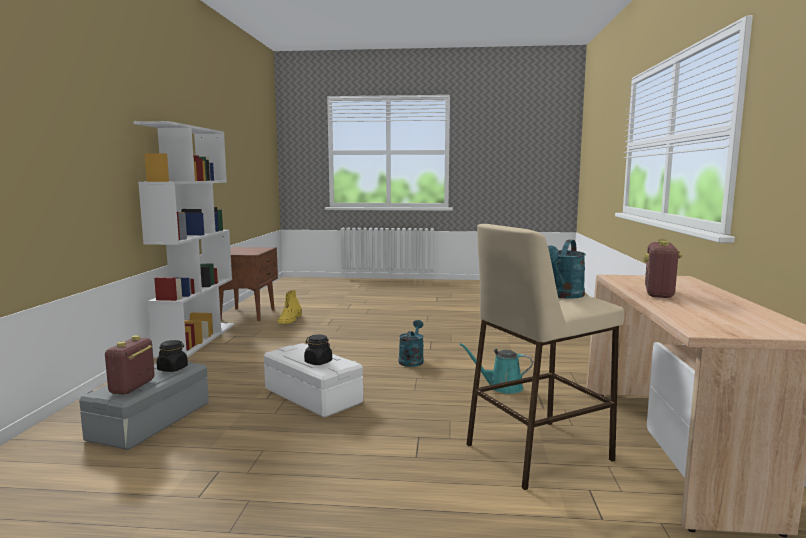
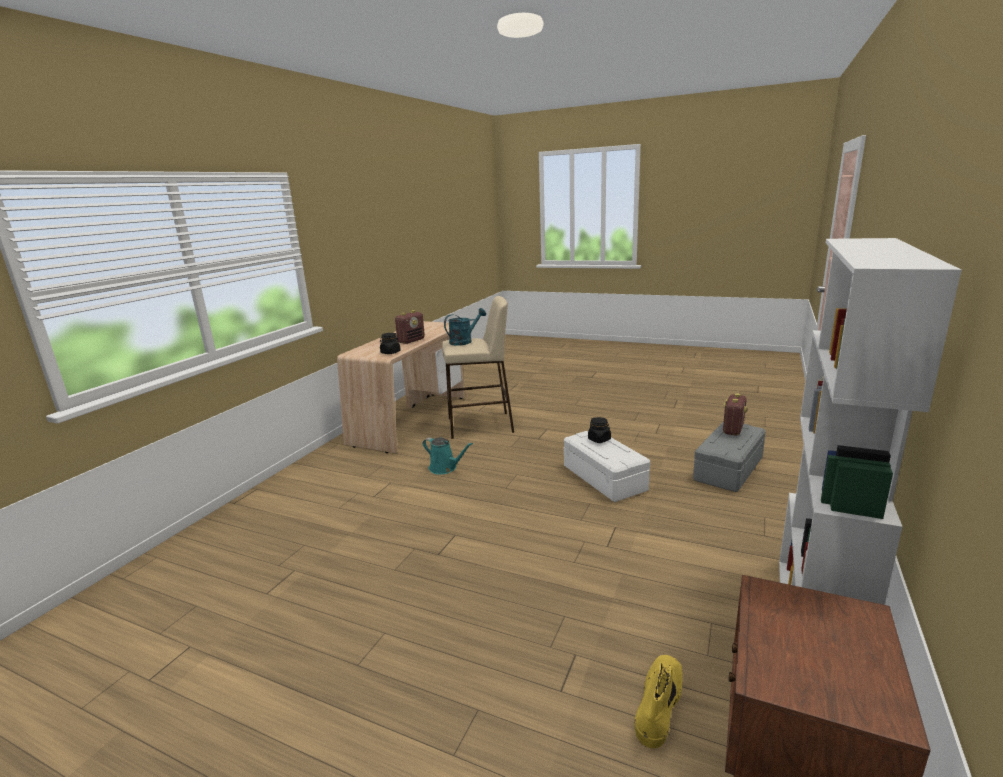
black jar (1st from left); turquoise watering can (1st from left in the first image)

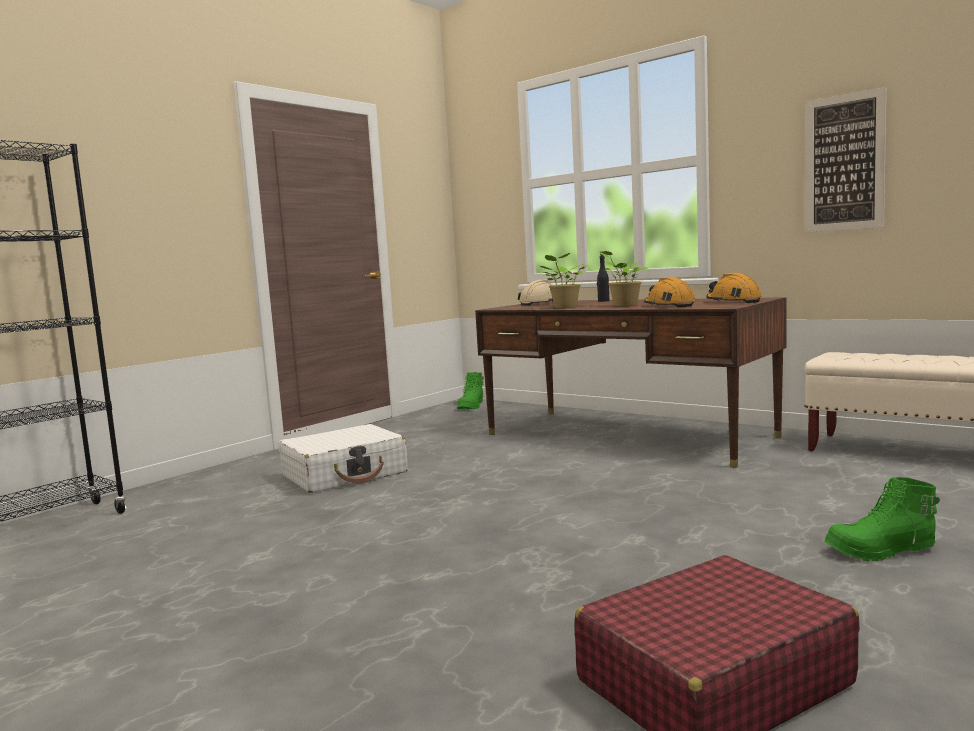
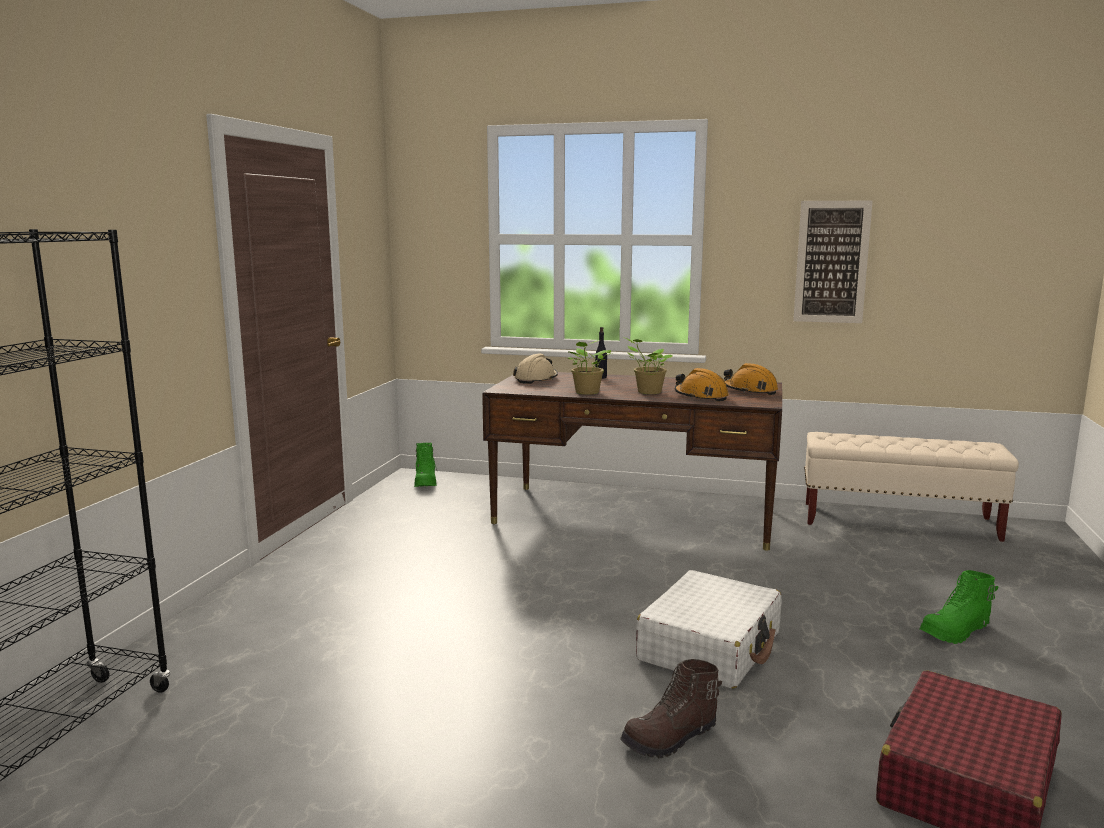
brown boot; white suitcase

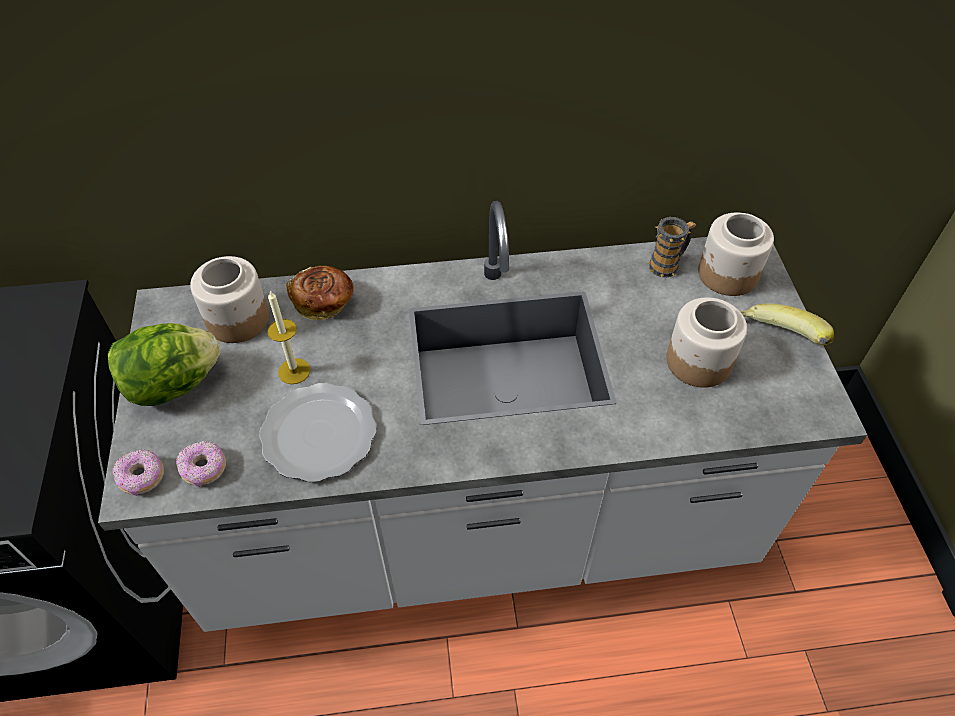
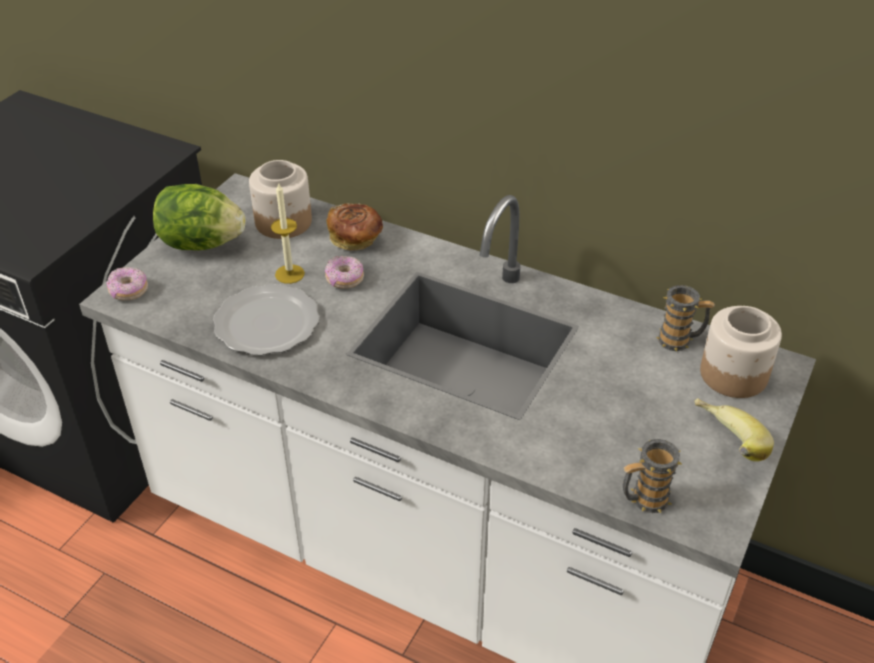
donut (2nd from left); mug (1st from left); jar (2nd from left in the first image)

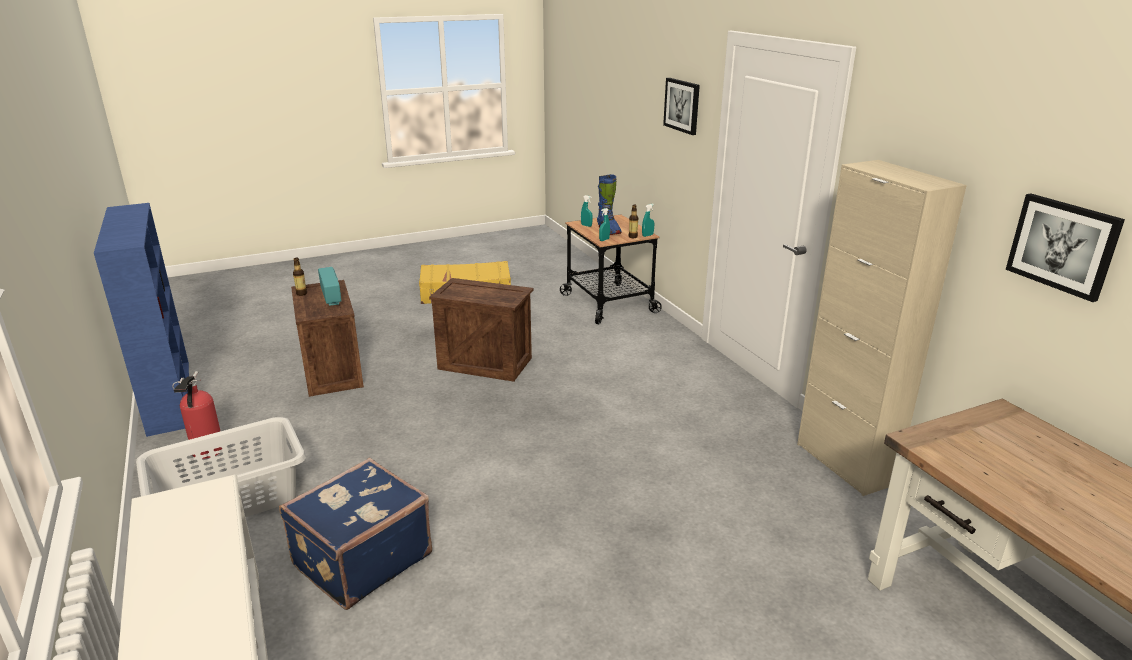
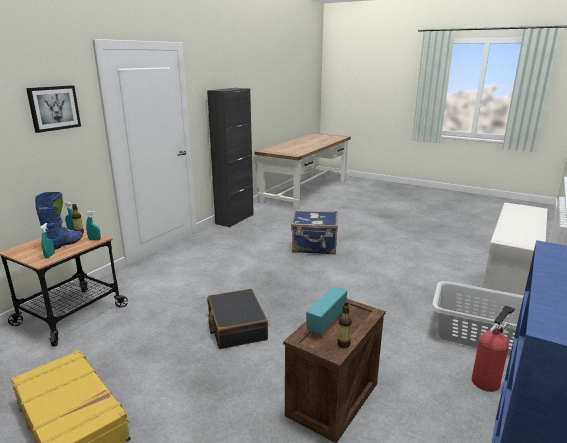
black cabinet; black suitcase; blue suitcase; picture (2nd from left in the first image)

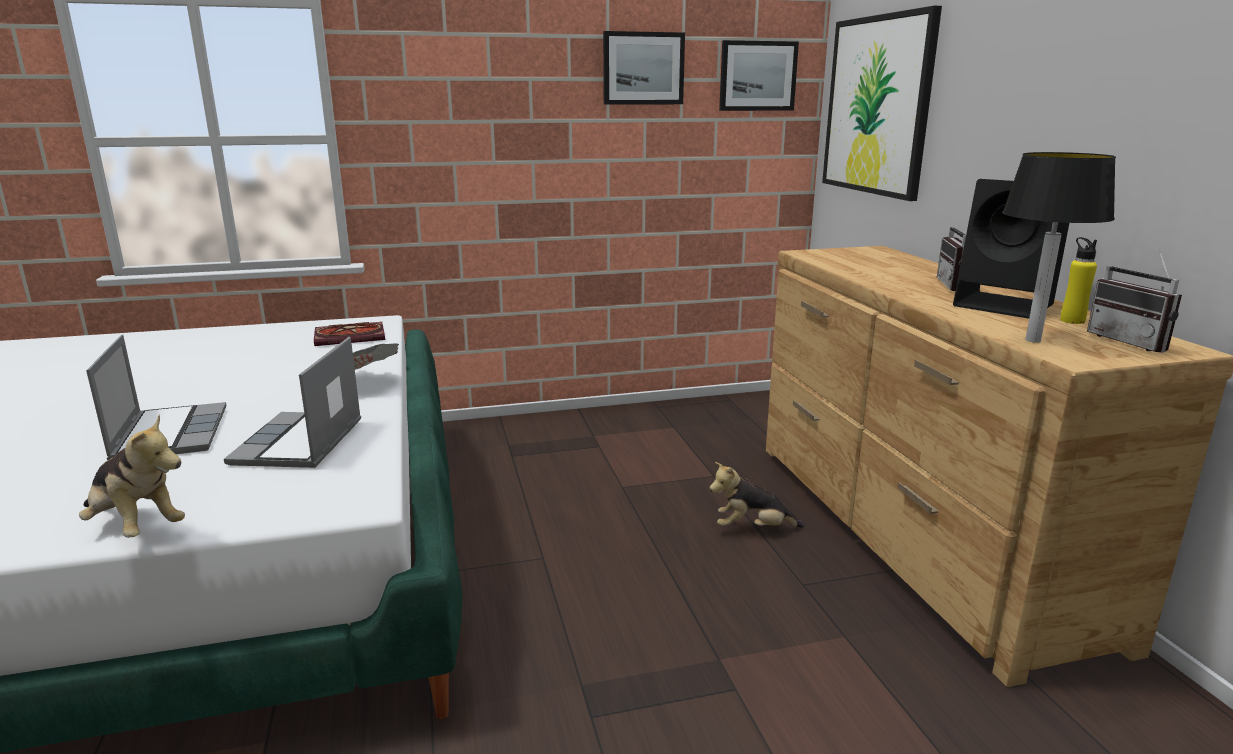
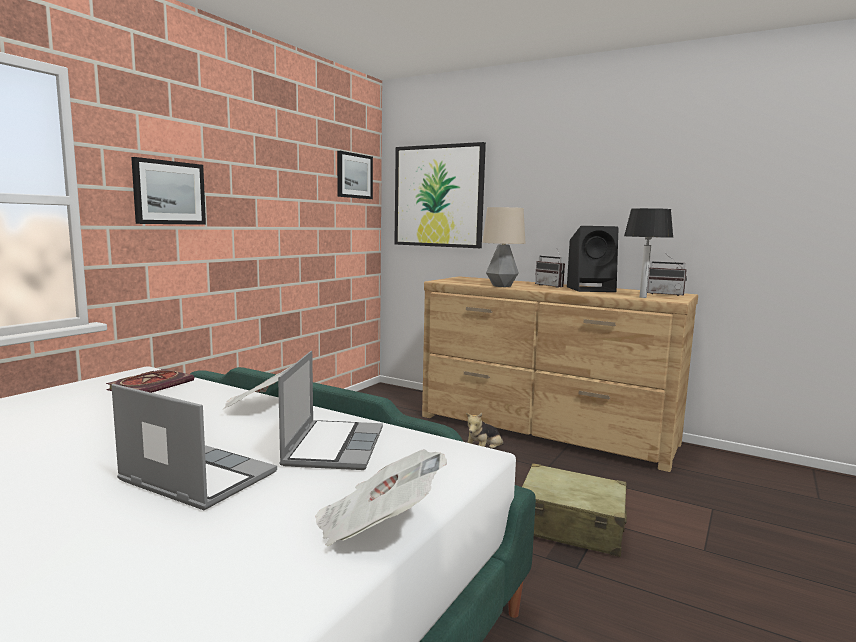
picture (1st from left); laptop (2nd from left); newspaper (2nd from left); table lamp (1st from left); beige suitcase; yellow bottle

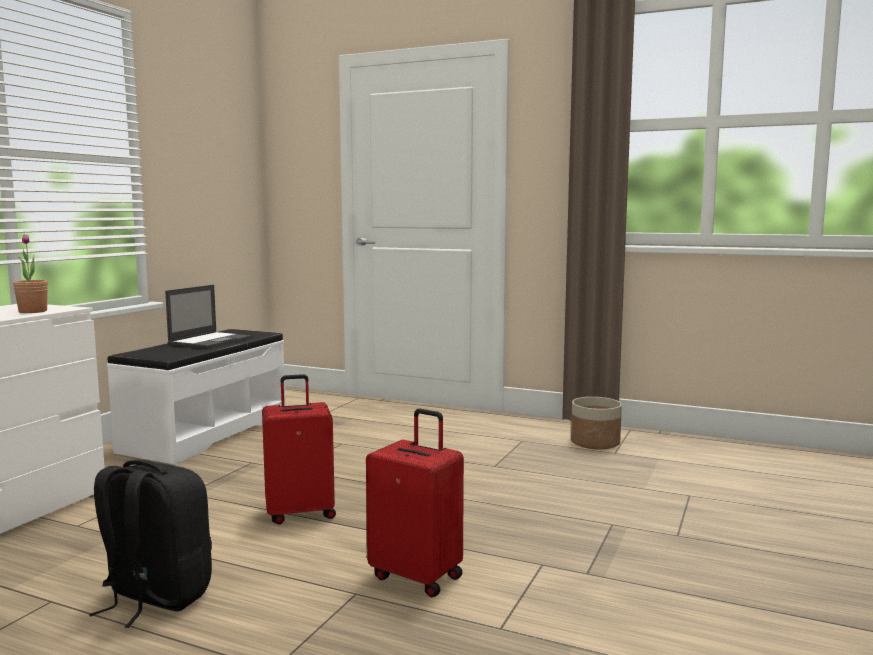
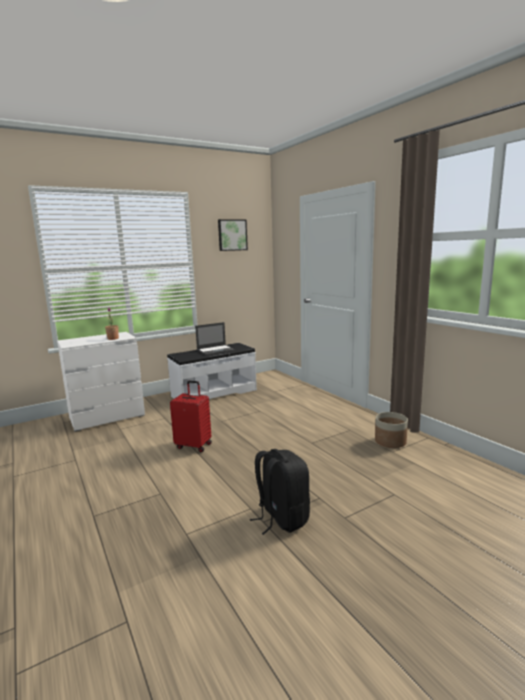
picture; black backpack; red suitcase (2nd from left in the first image)

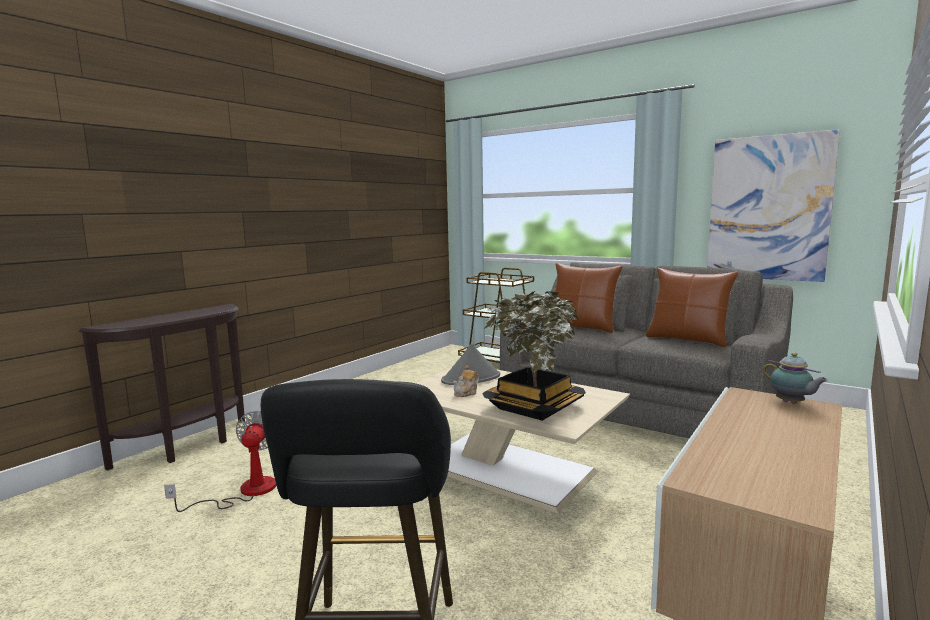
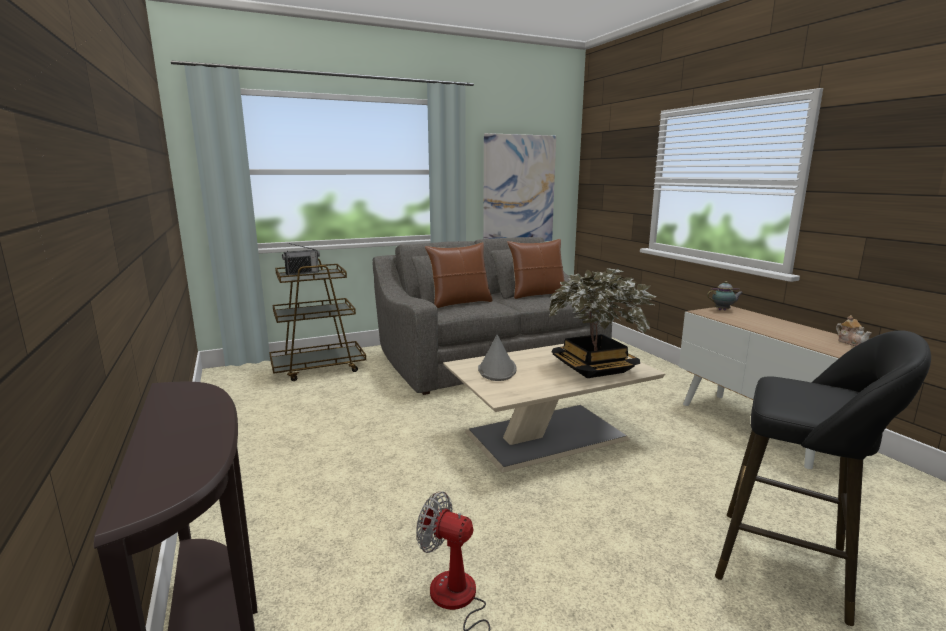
radio; teapot (2nd from left)

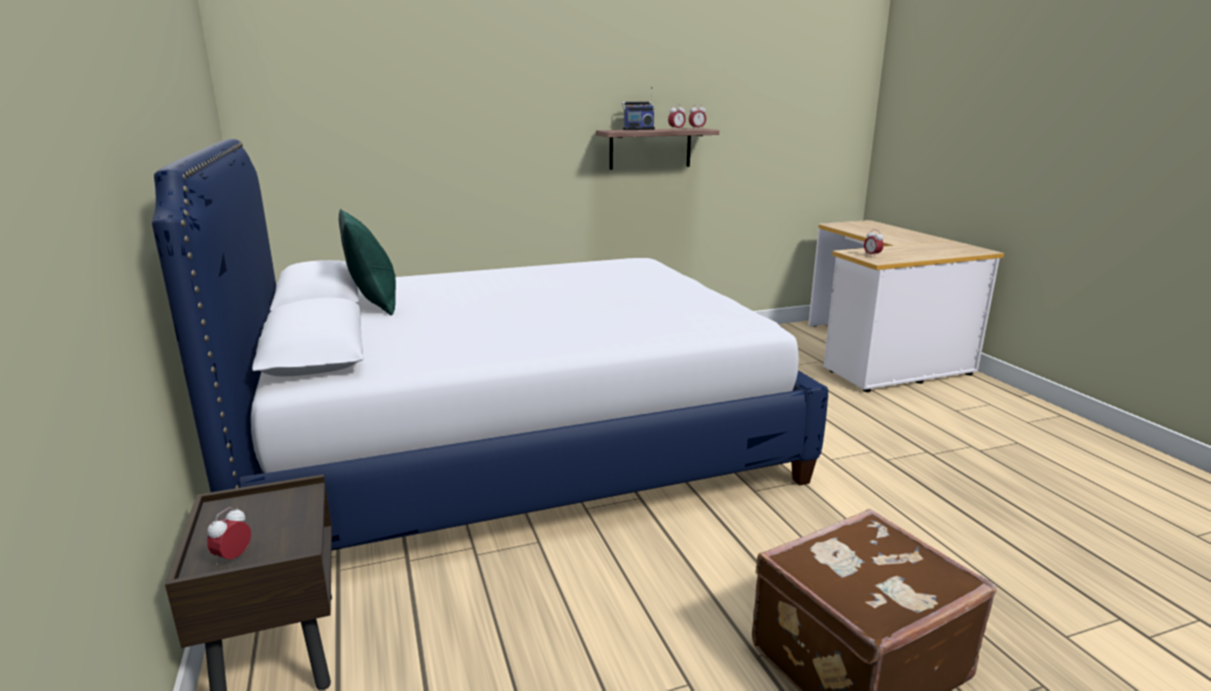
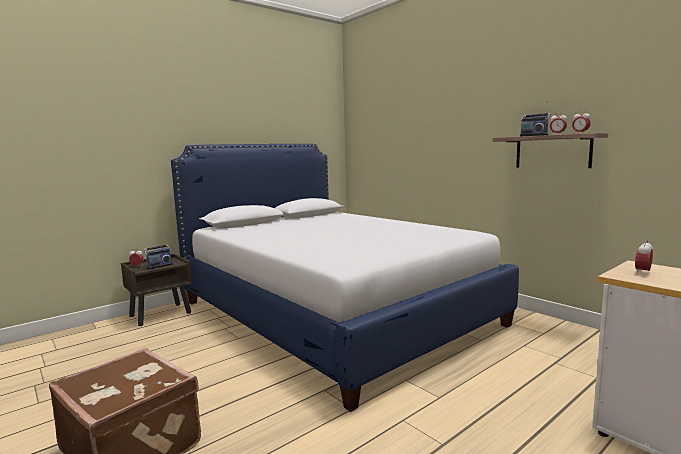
radio (1st from left); green pillow

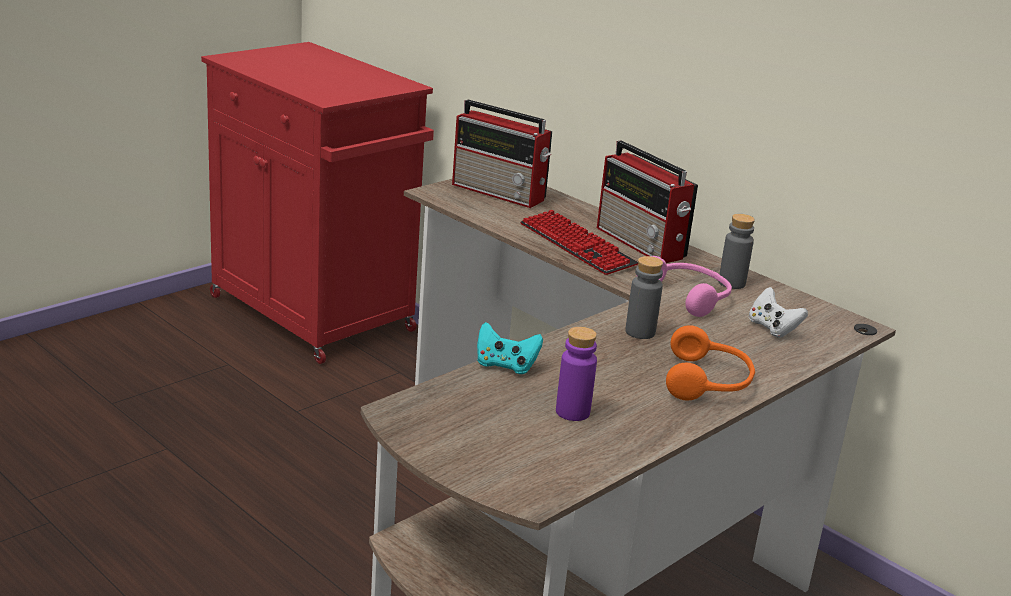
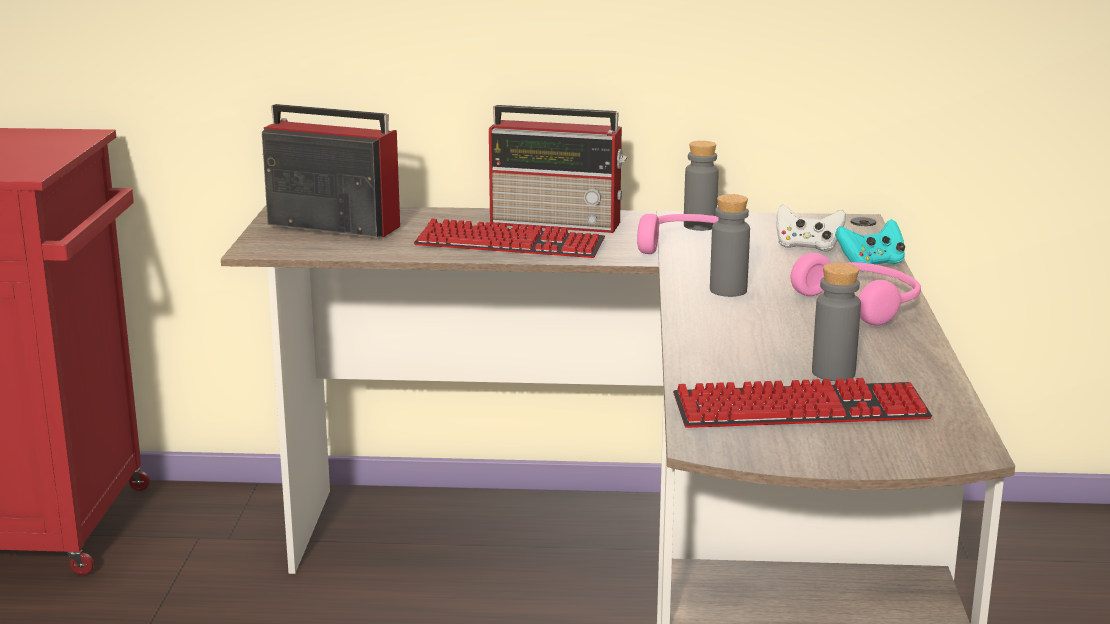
radio (1st from left); keyboard (2nd from left); pink headphones (2nd from left); grey bottle (3rd from left); turquoise game controller

